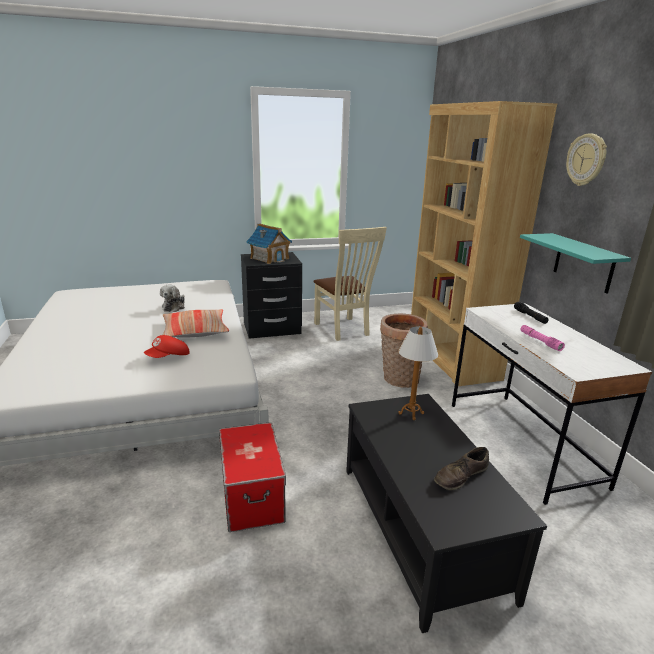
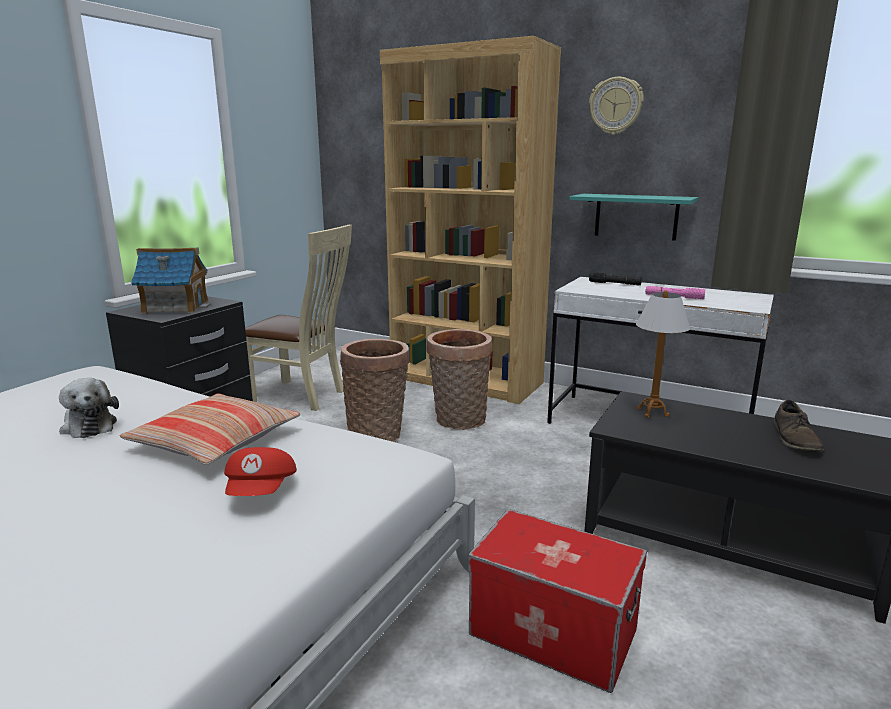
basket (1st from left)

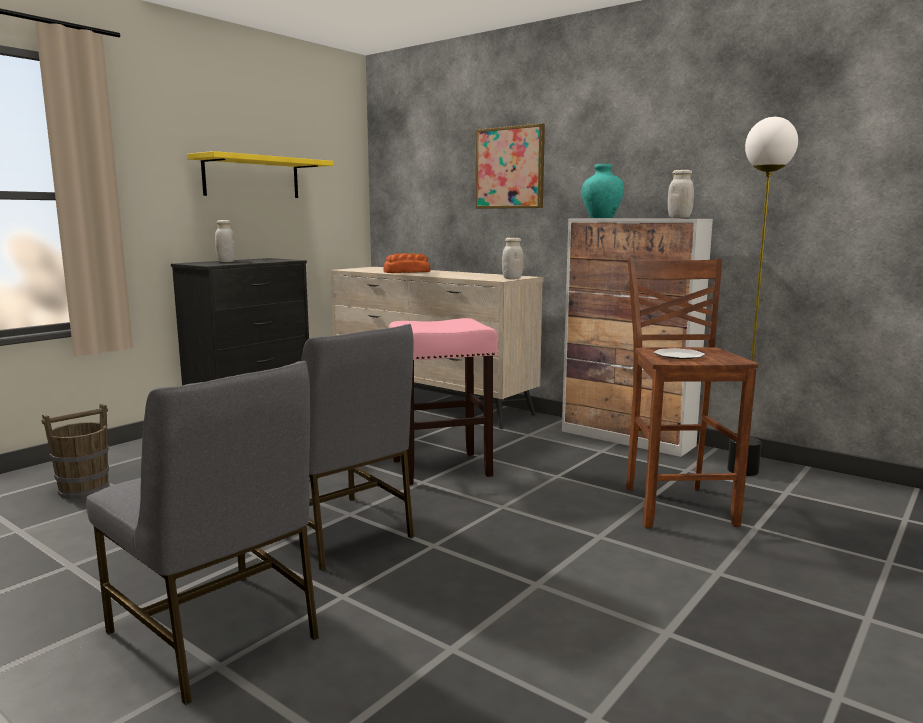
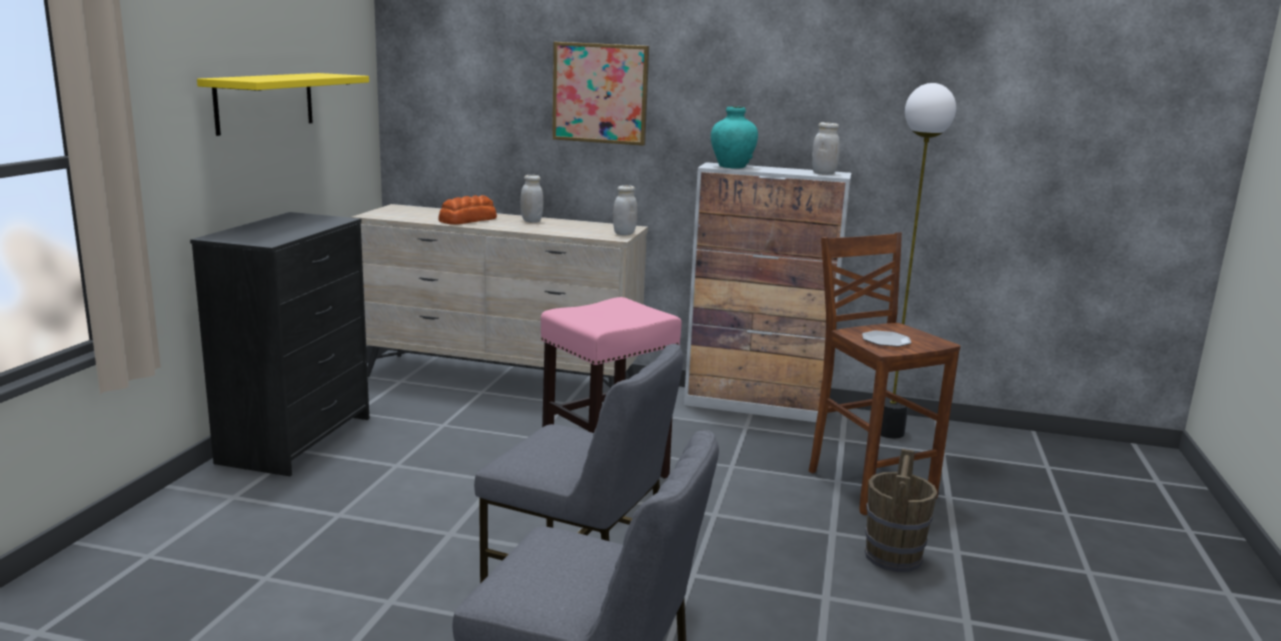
white jar (1st from left); brown bucket

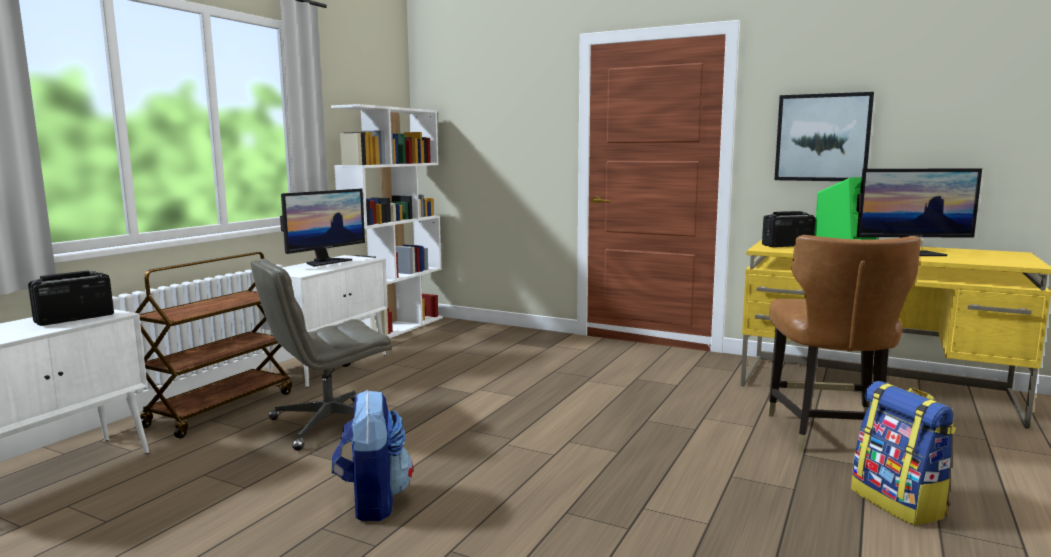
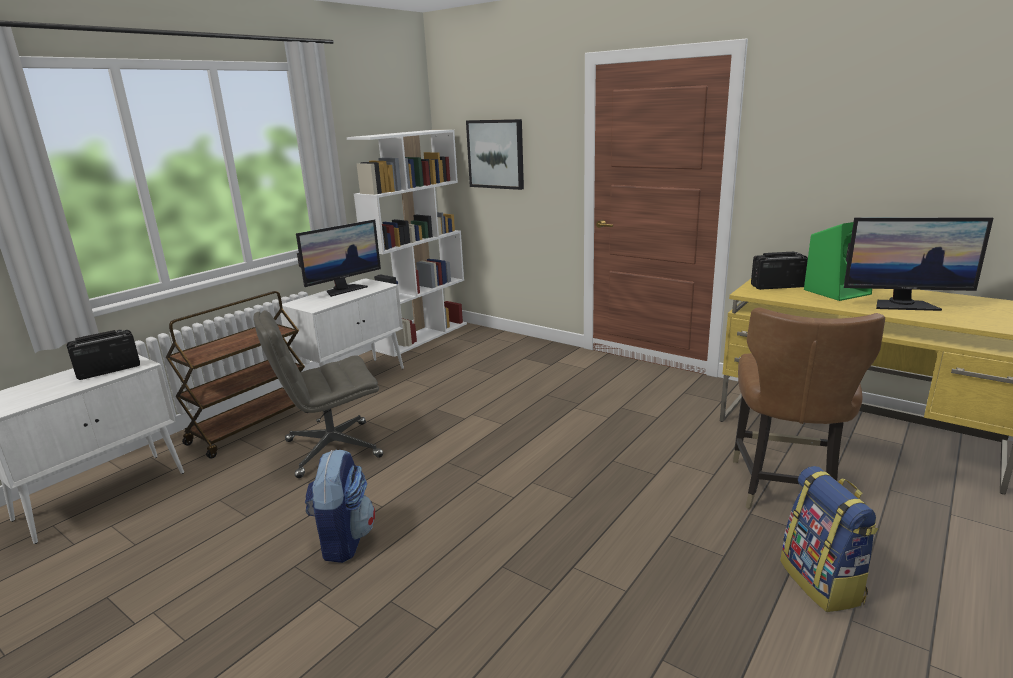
picture

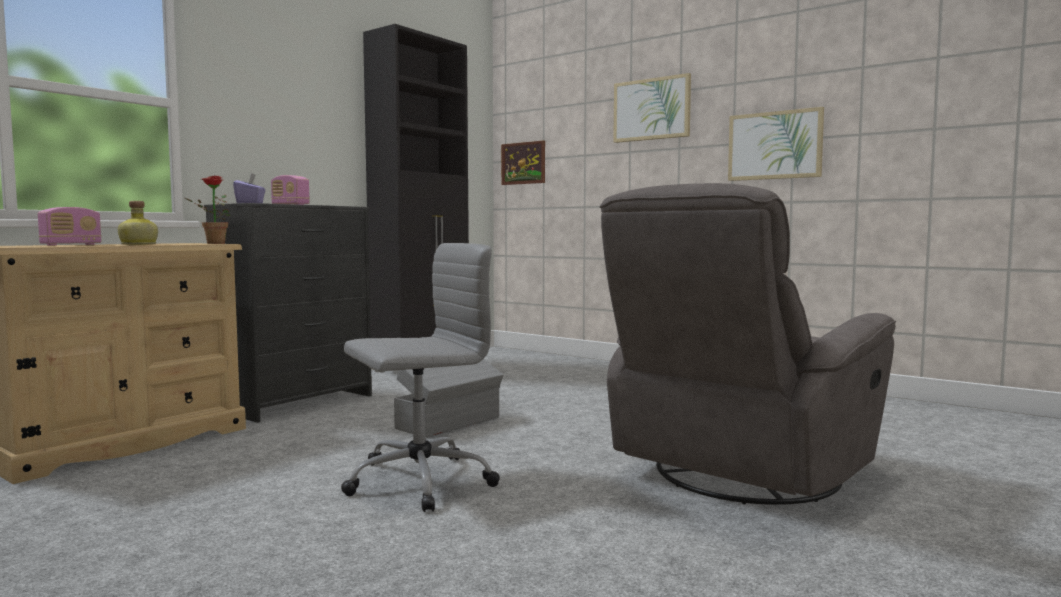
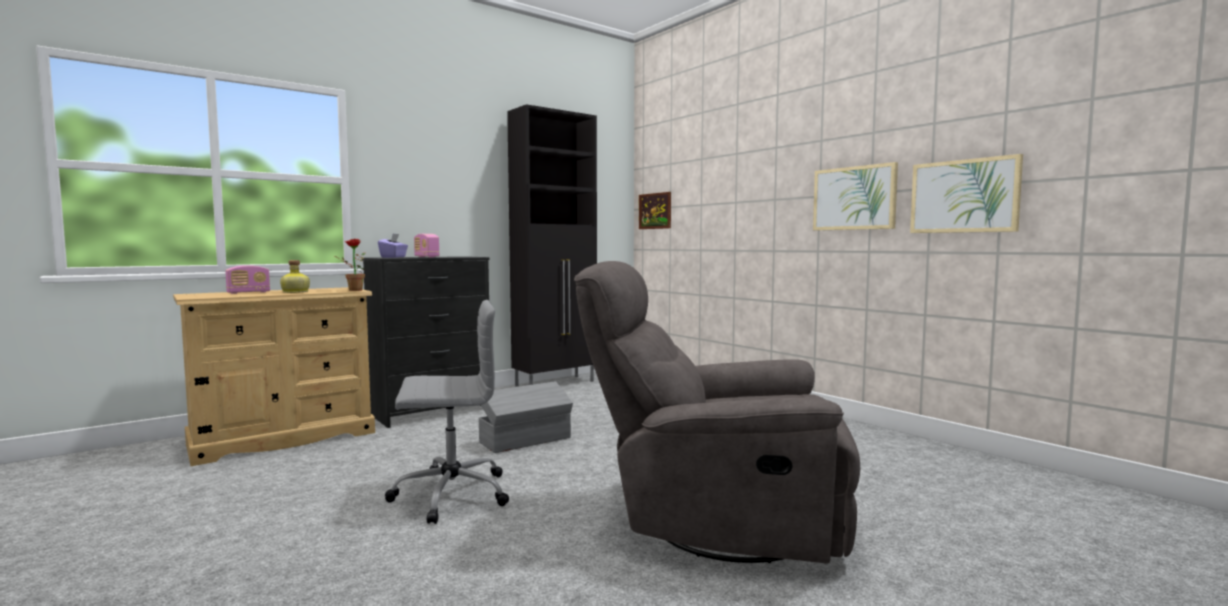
grey armchair; picture (3rd from left)

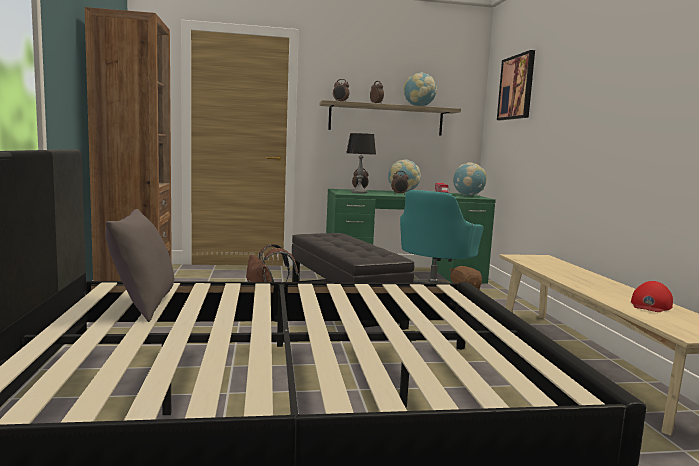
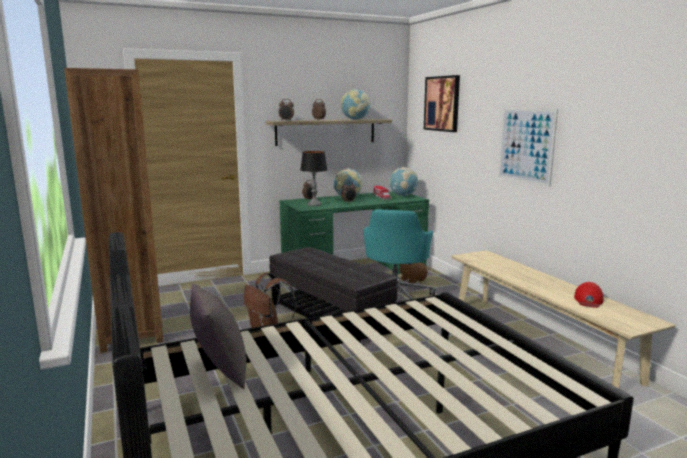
picture (2nd from left)

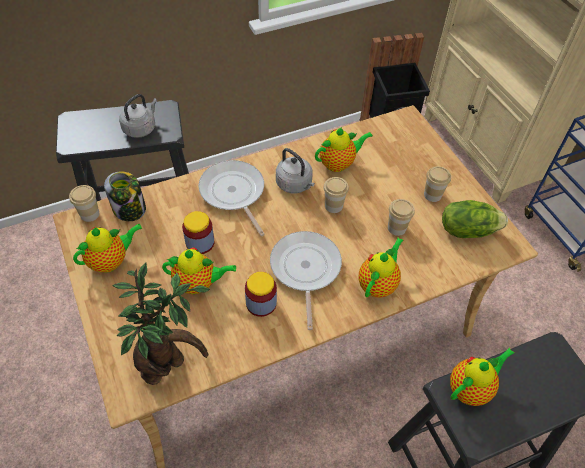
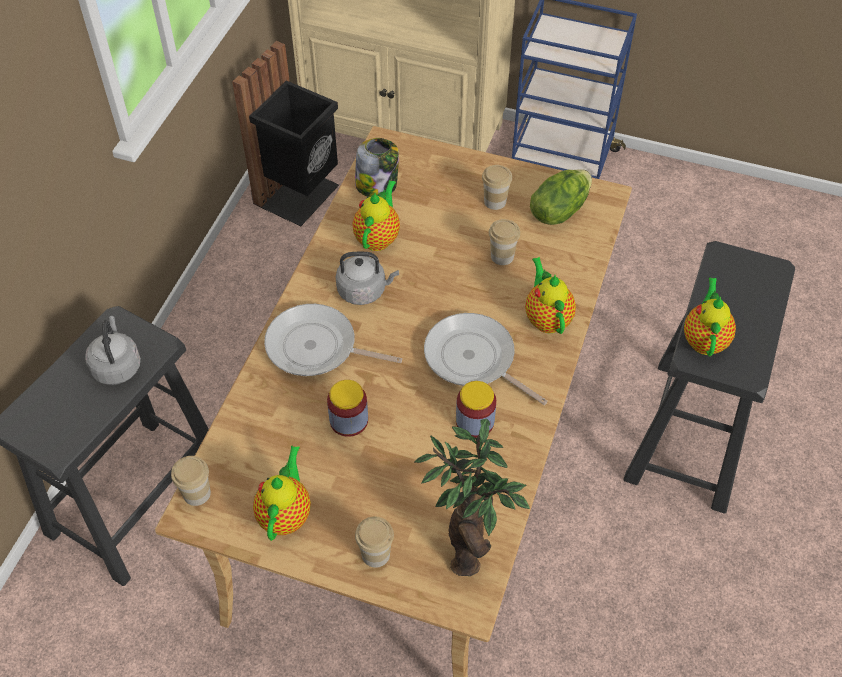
jar (2nd from left); cup (2nd from left); teapot (2nd from left in the first image)

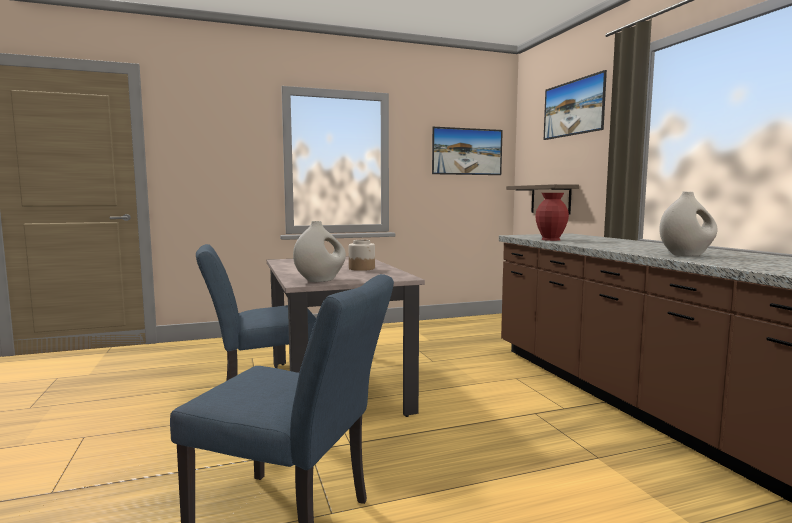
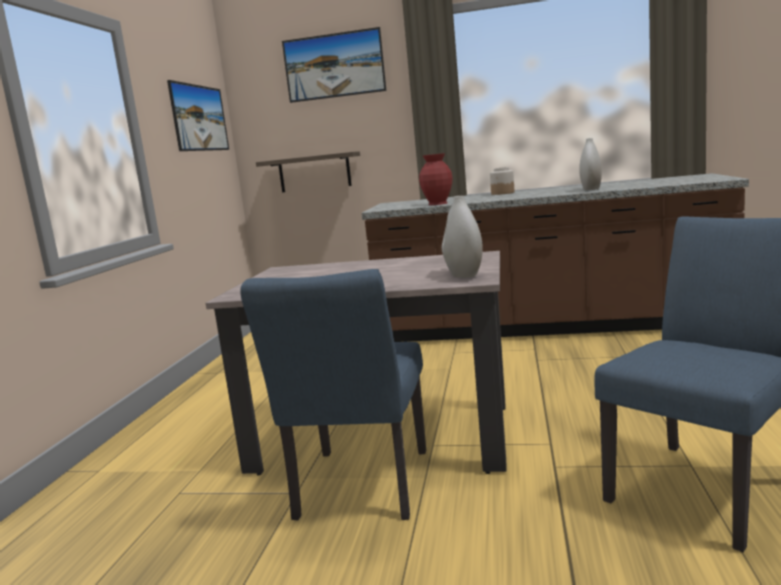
jar

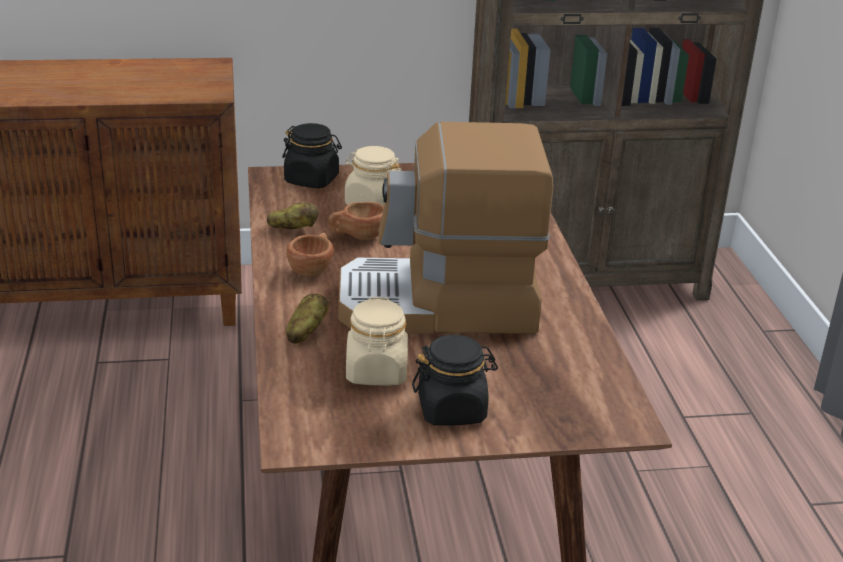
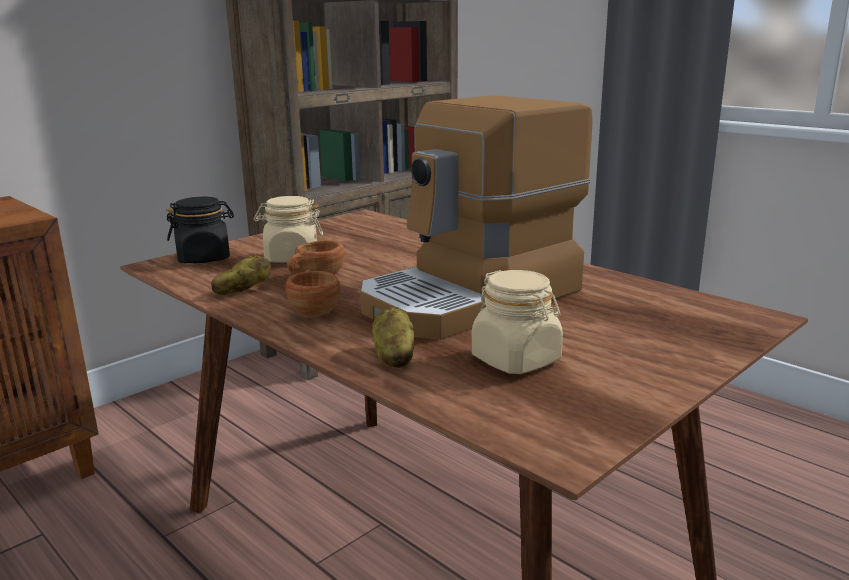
black jar (2nd from left in the first image)

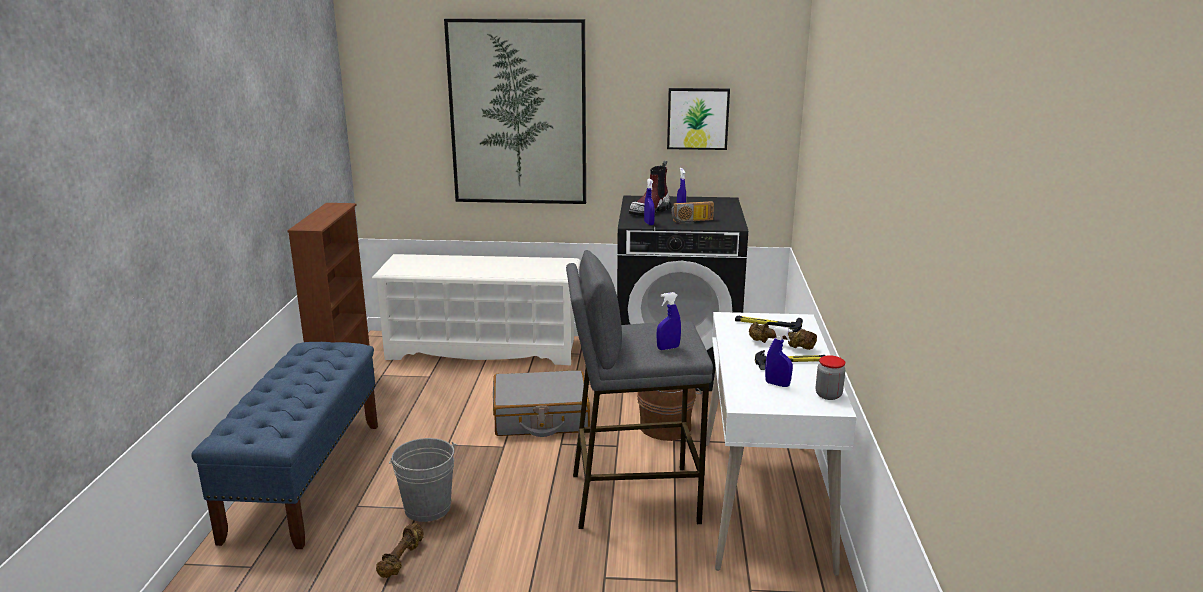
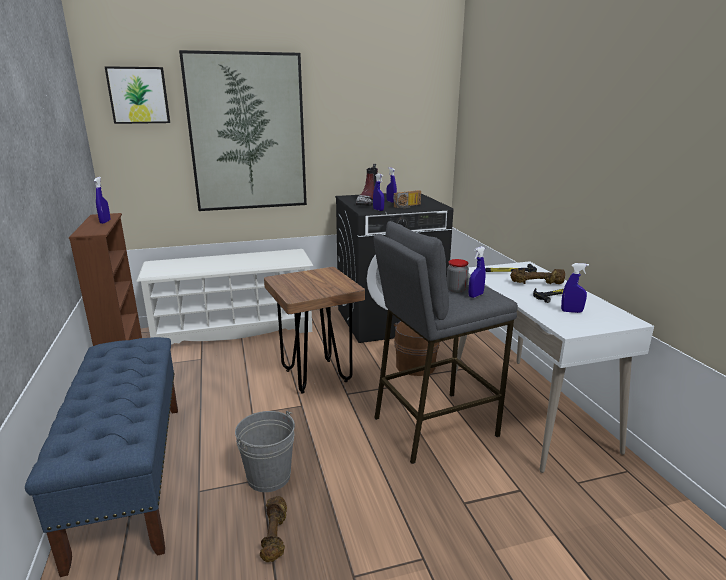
blue spray bottle (1st from left); picture (1st from left); brown stool; jar

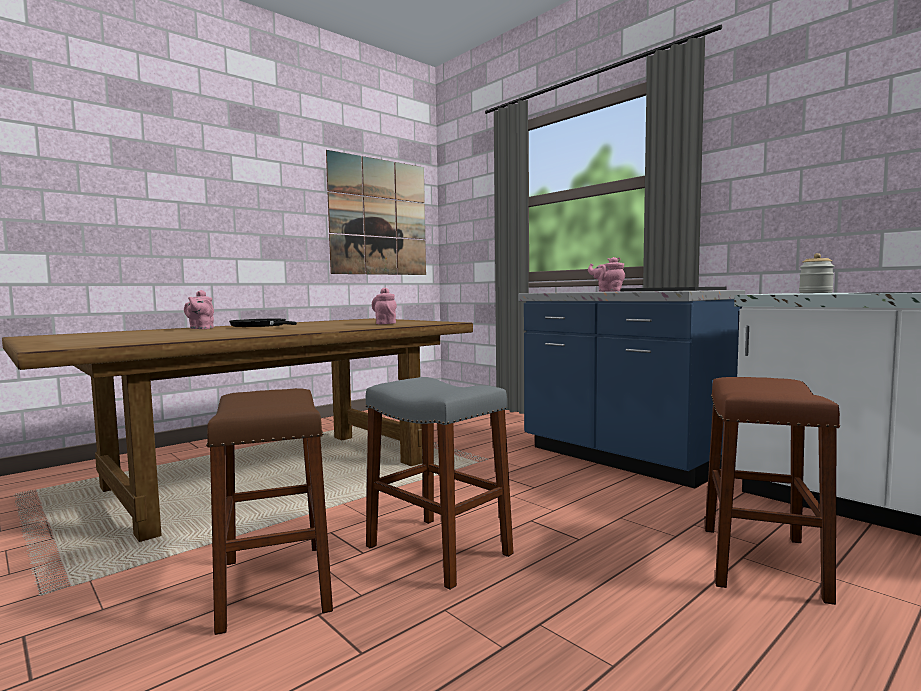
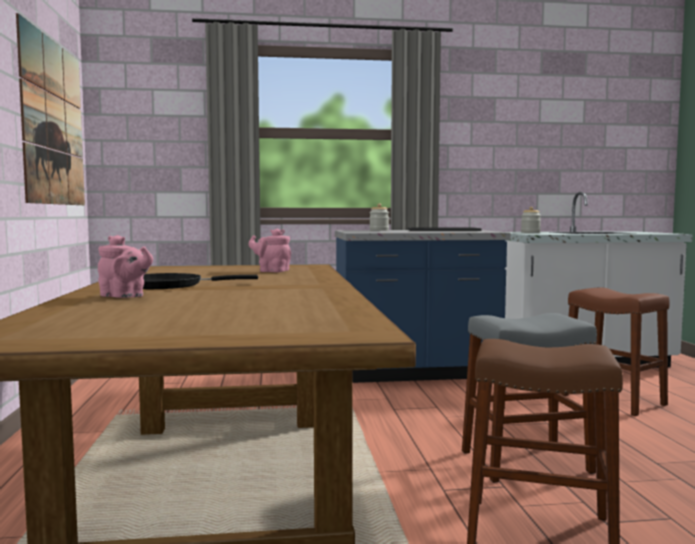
jar (1st from left)

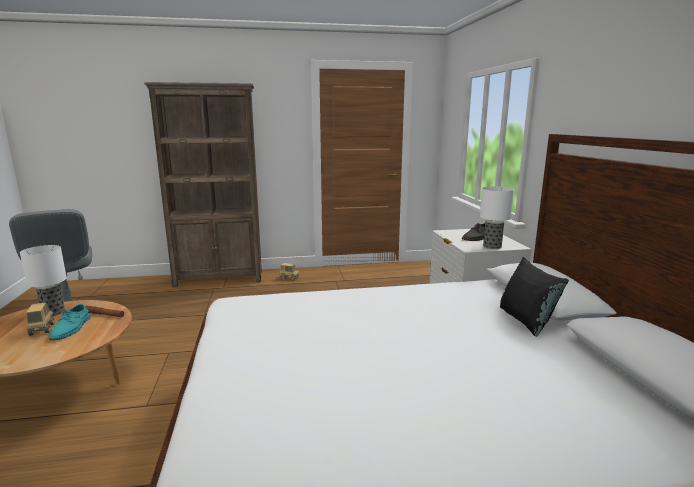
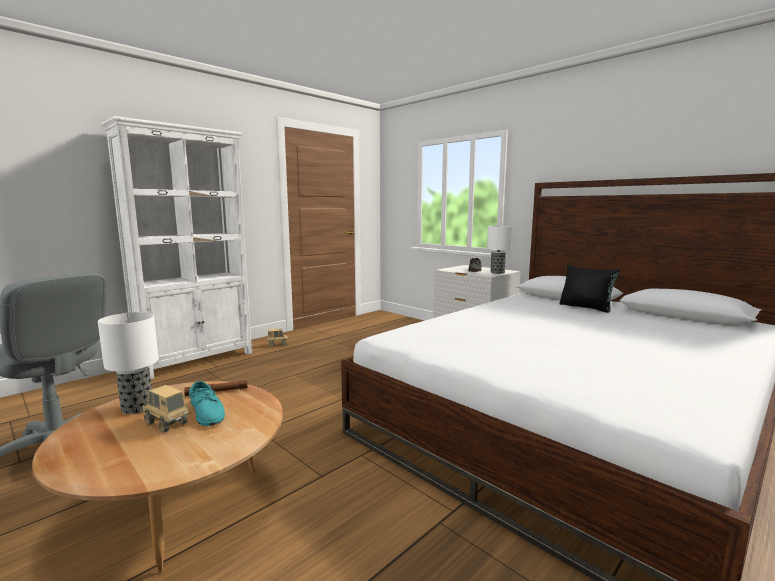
white bookcase

